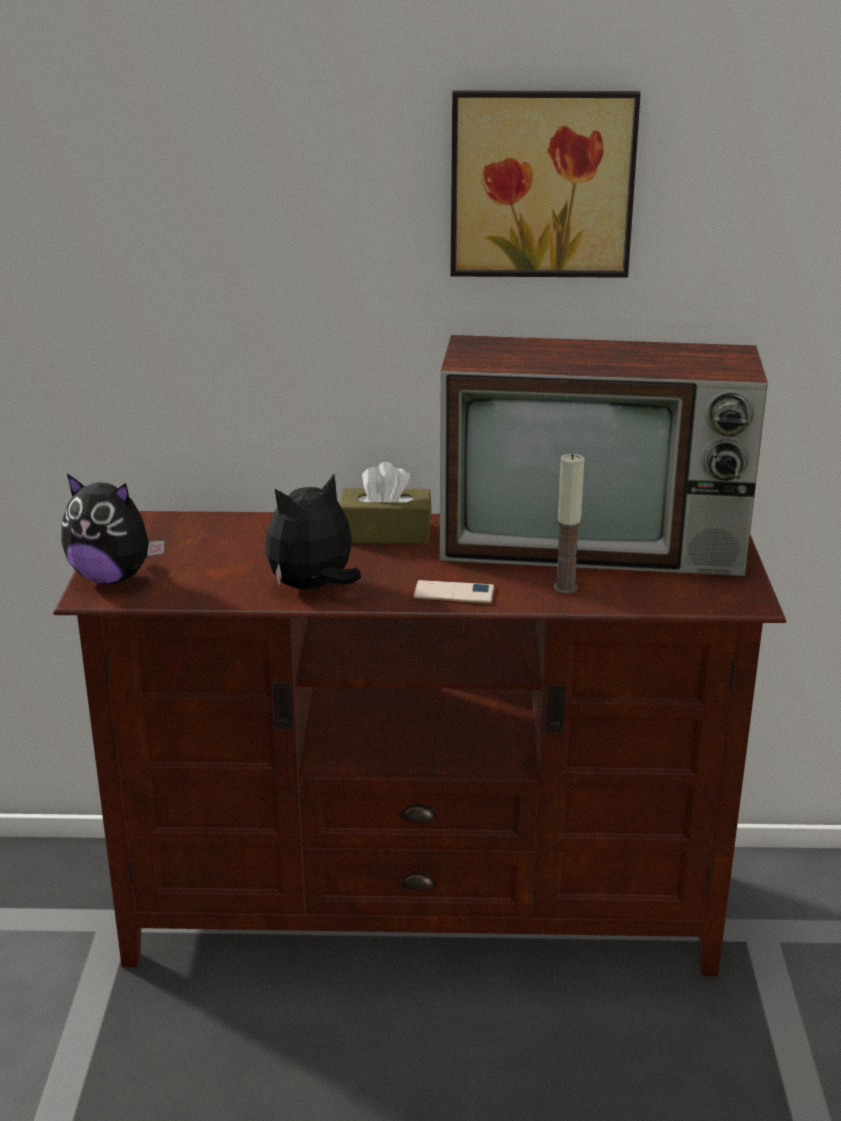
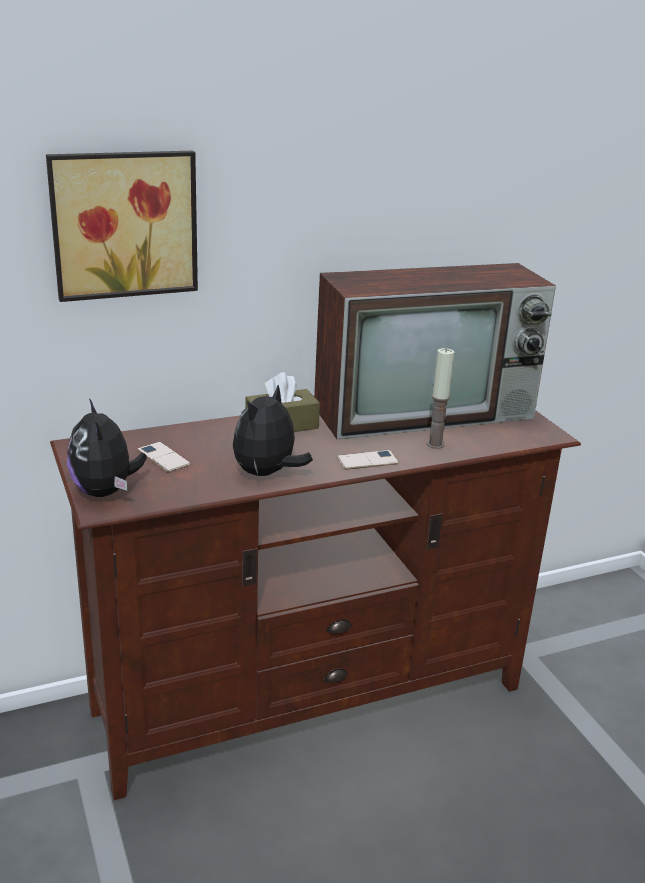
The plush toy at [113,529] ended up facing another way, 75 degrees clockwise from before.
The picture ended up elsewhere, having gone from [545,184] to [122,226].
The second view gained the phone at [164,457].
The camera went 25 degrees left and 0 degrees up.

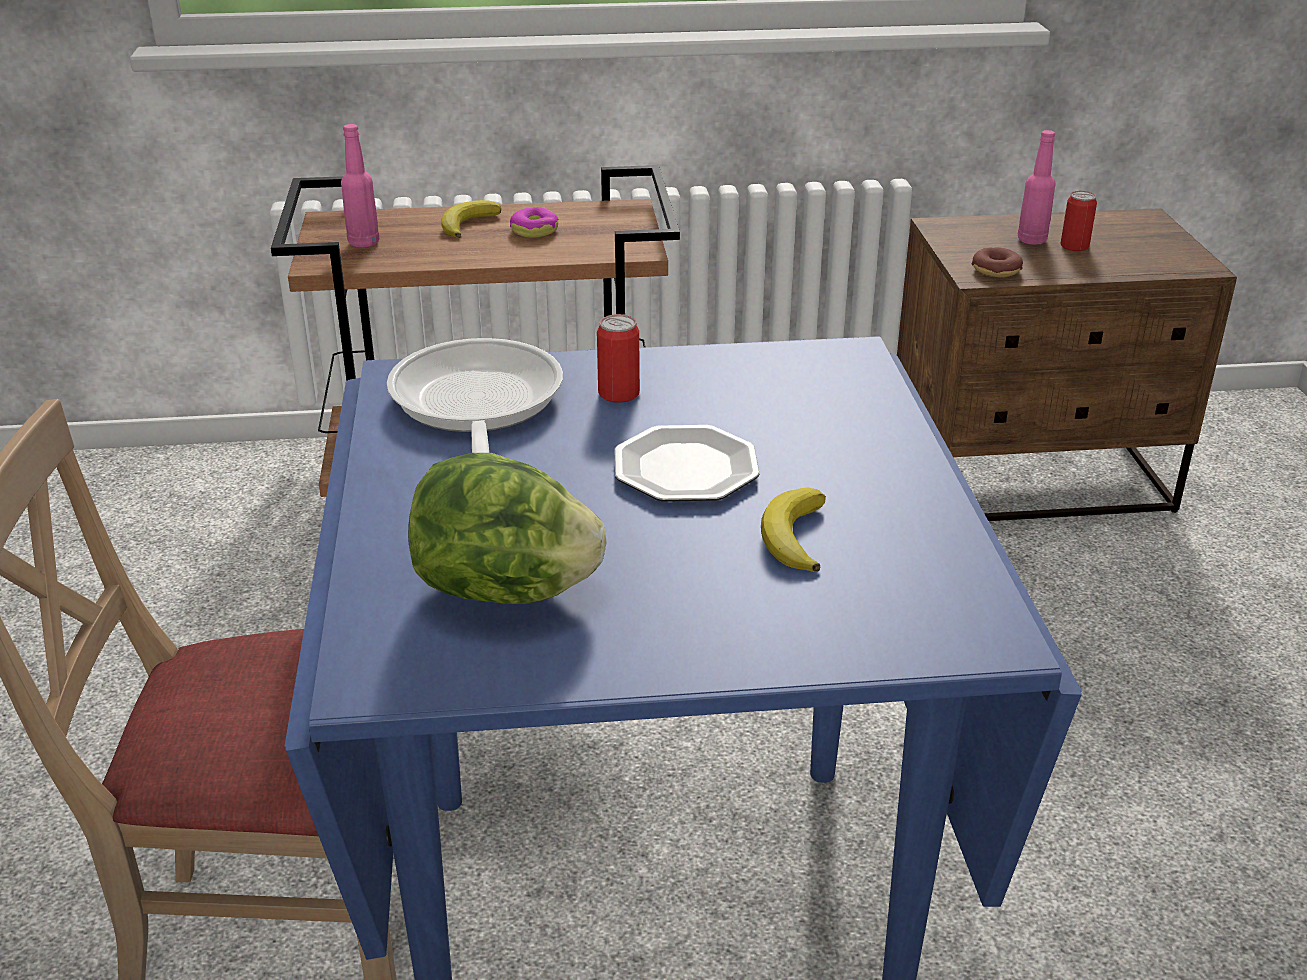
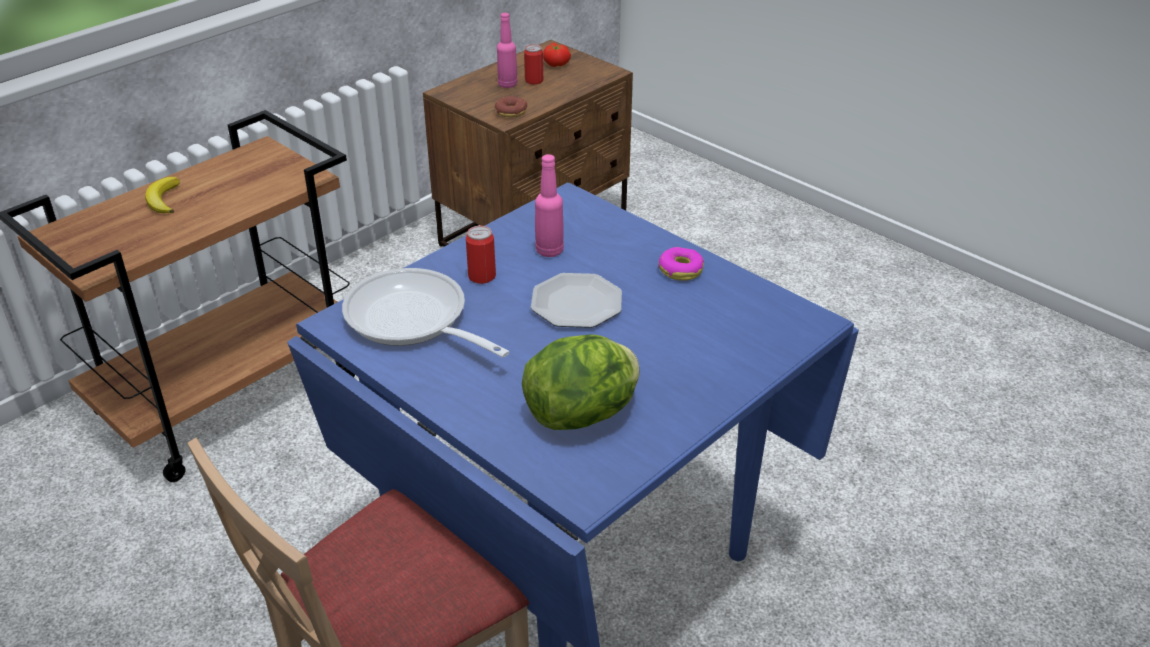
The pink bottle ended up elsewhere, having gone from [360,185] to [549,205].
The donut ended up elsewhere, having gone from [534,222] to [681,264].
The second view lost the banana at [793,530].
The second view gained the tomato at [557,55].
The camera went 40 degrees left and 5 degrees up.

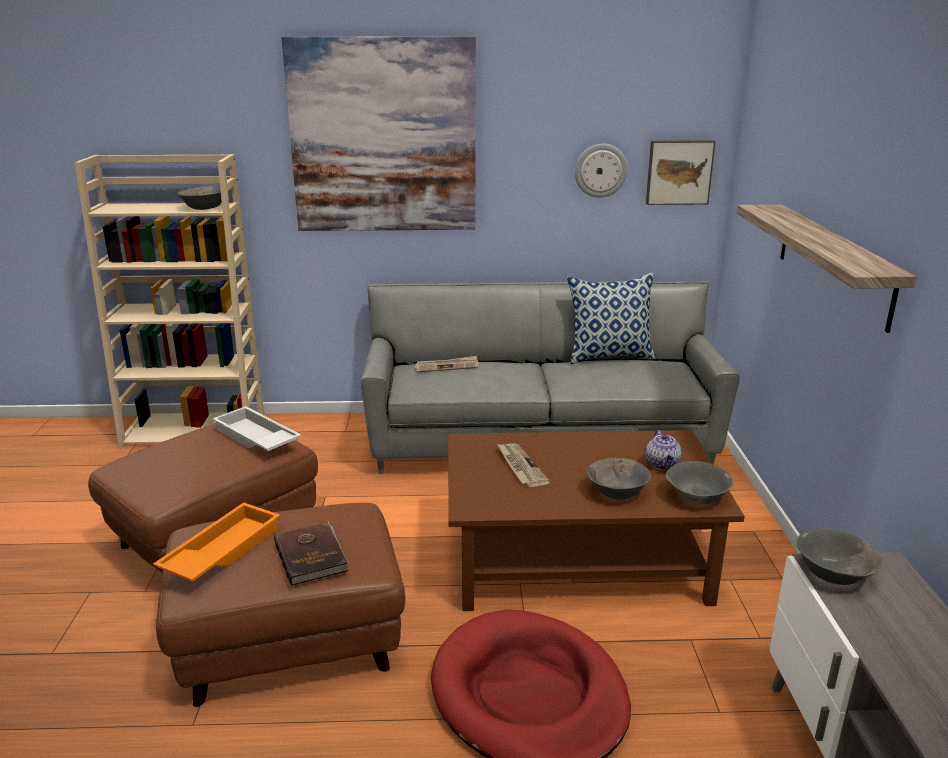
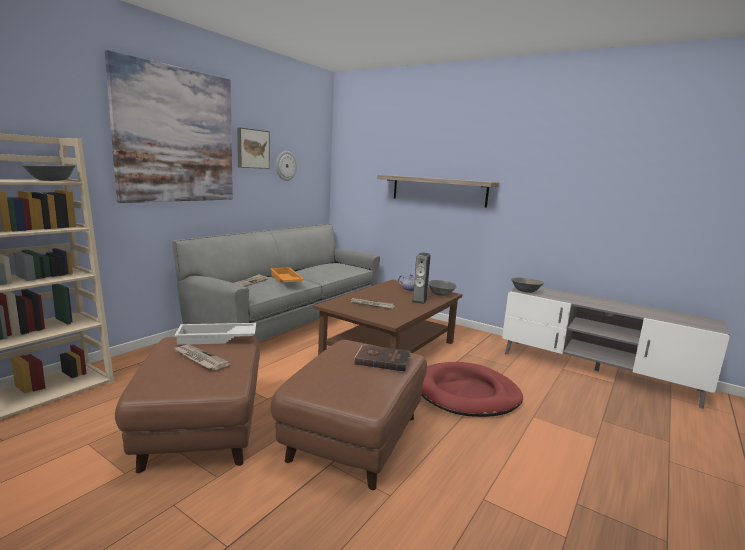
The orange tray ended up elsewhere, having gone from [216,542] to [287,274].
The second view lost the pillow at [611,318].
Where the grey bowl stood at [619,478], the speaker came to stand at [421,278].
The picture ended up elsewhere, having gone from [681,172] to [253,148].
The second view gained the newspaper at [201,357].
The camera went 55 degrees left and 10 degrees down.

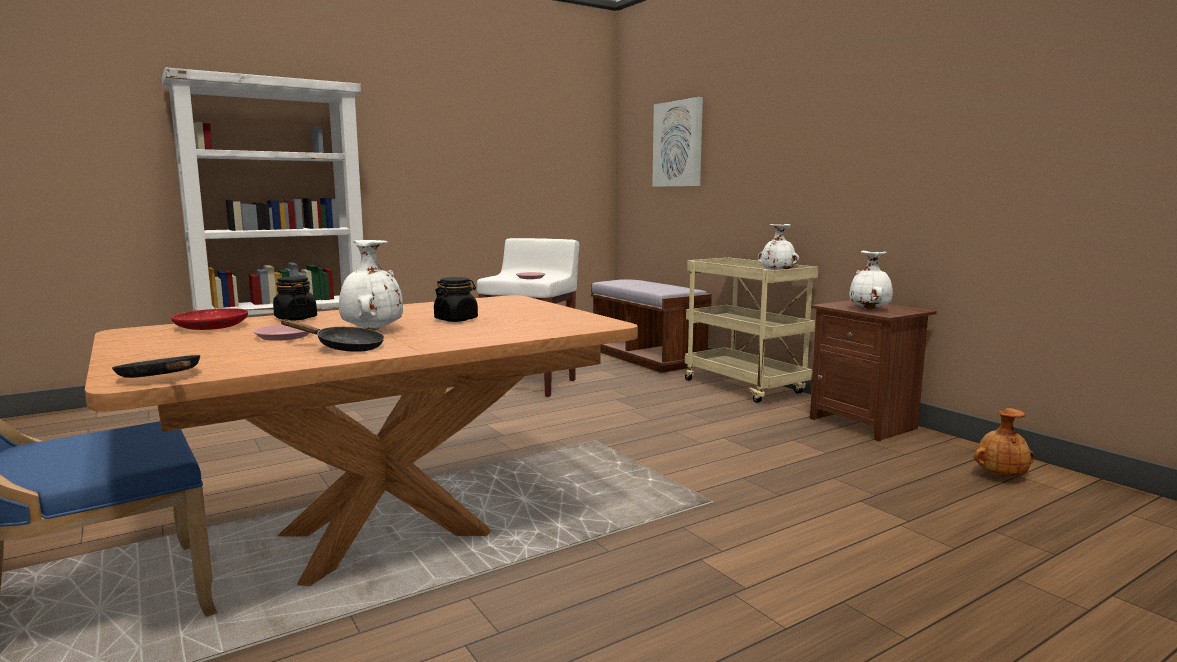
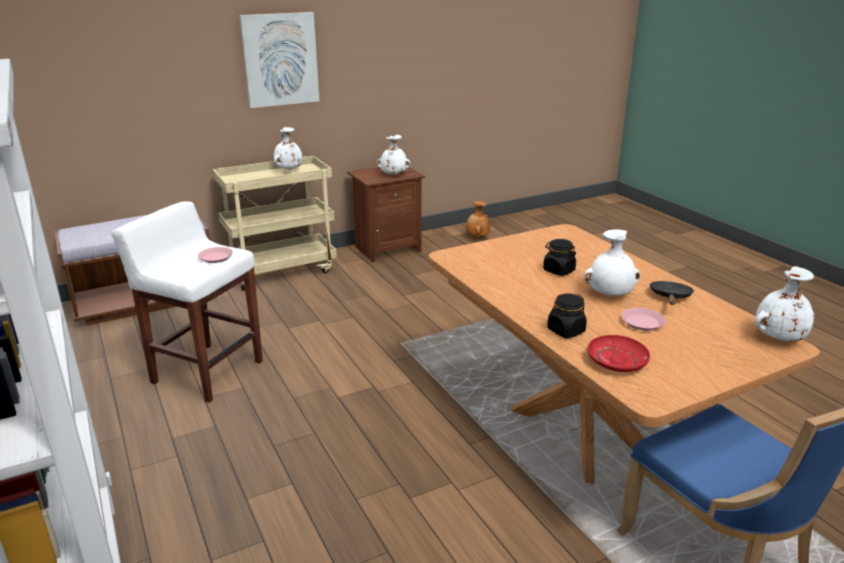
Where the black frying pan stood at [156,366], the white vase came to stand at [785,303].
The picture ended up elsewhere, having gone from [677,142] to [279,60].
The camera went 85 degrees left and 15 degrees up.

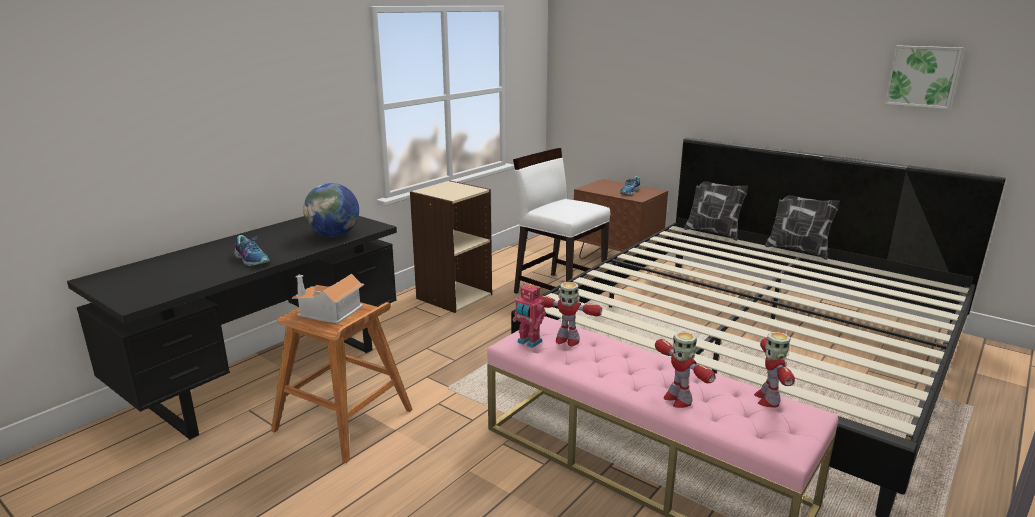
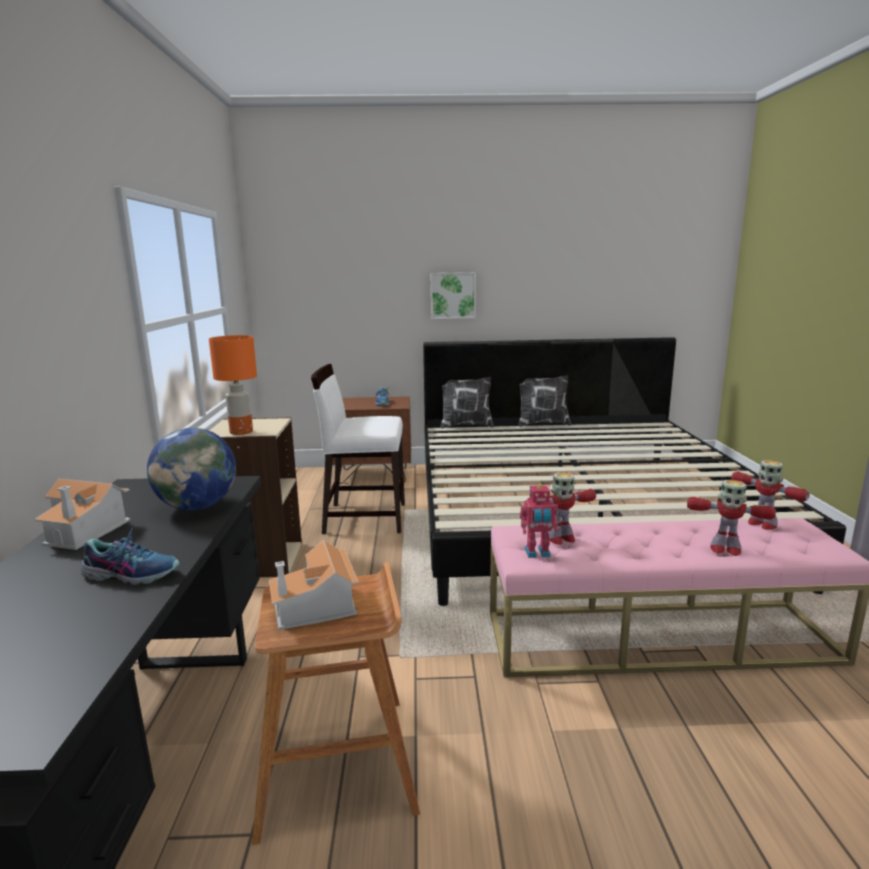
The picture ended up elsewhere, having gone from [923,77] to [453,295].
The second view gained the toy house at [82,514].
The second view gained the orange table lamp at [233,385].
The camera went 40 degrees left and 5 degrees down.

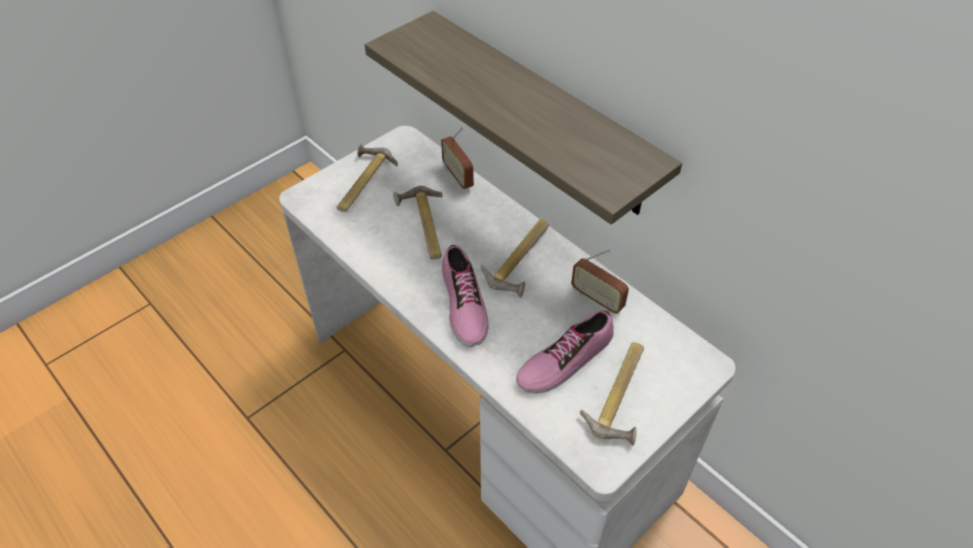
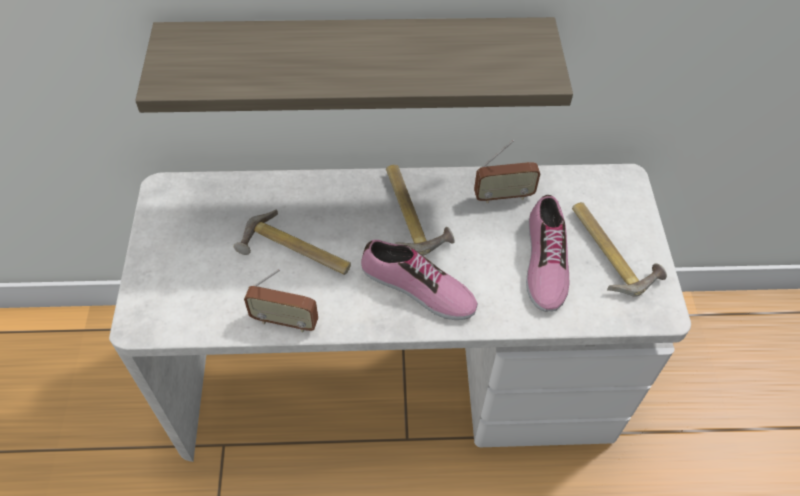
The second view lost the hammer at [367,177].
The radio ended up elsewhere, having gone from [457,158] to [281,301].
The camera went 50 degrees left and 5 degrees up.

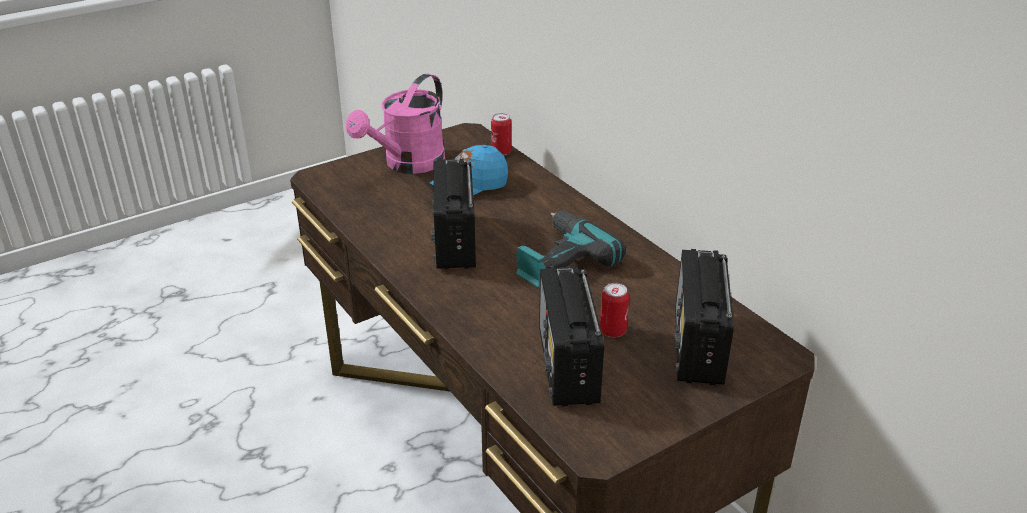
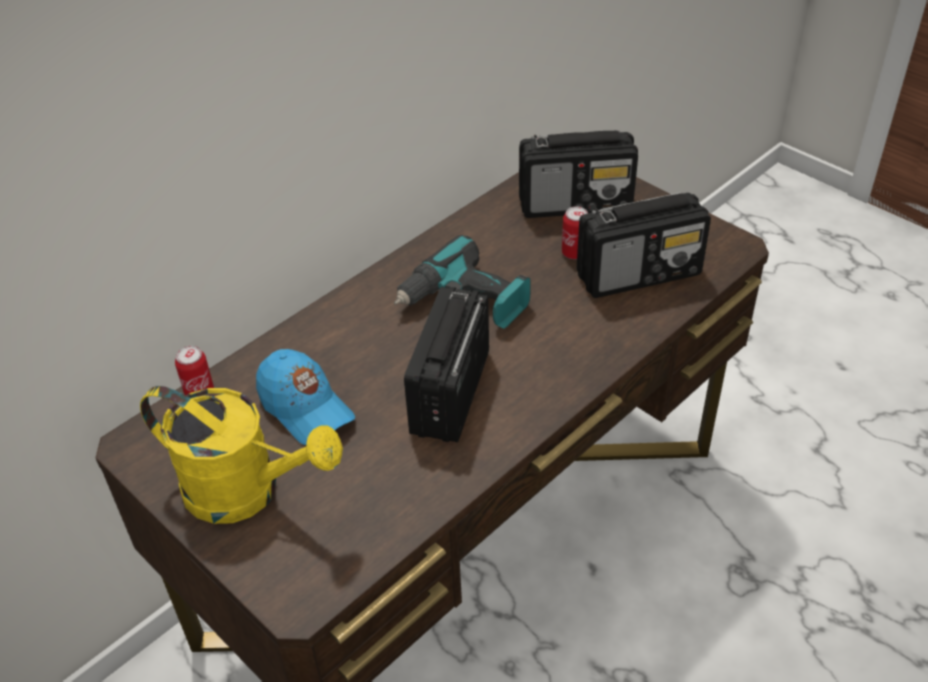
What was the pink watering can at [395,123] turned into the yellow watering can at [241,455].
The radio at [453,214] ended up facing another way, 120 degrees clockwise from before.
The camera went 100 degrees left and 10 degrees up.

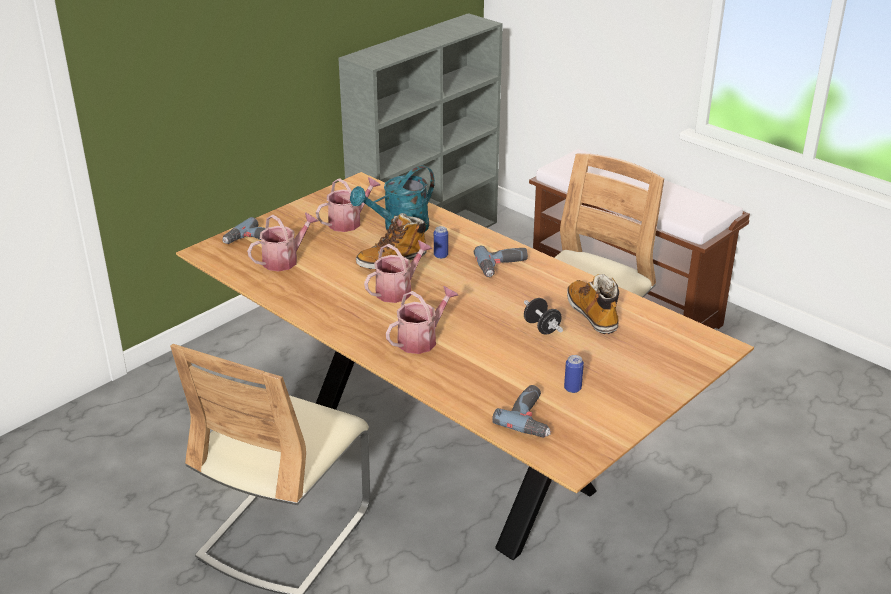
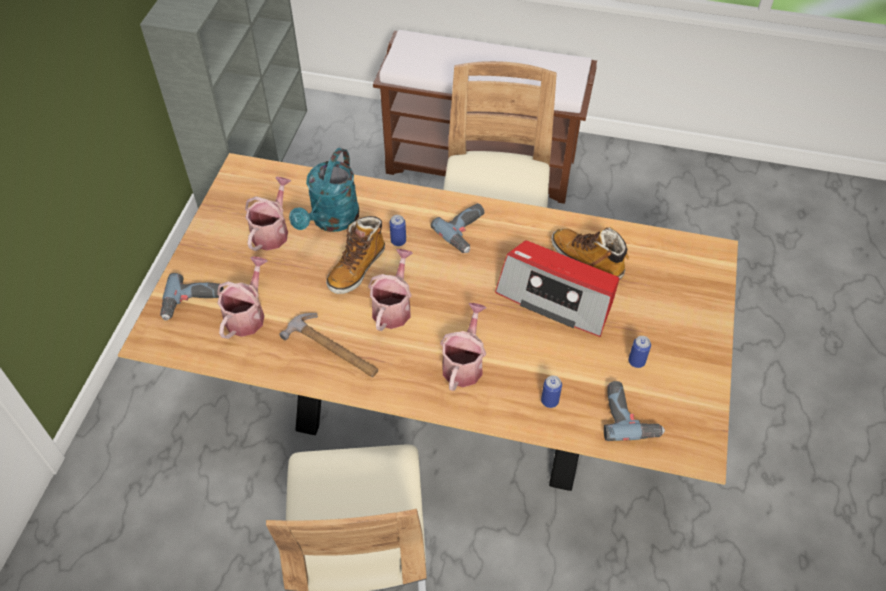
Where the black dumbbell stood at [543,316], the radio came to stand at [557,288].
The second view gained the hammer at [328,345].
The second view gained the can at [551,391].
The camera went 30 degrees left and 20 degrees up.

